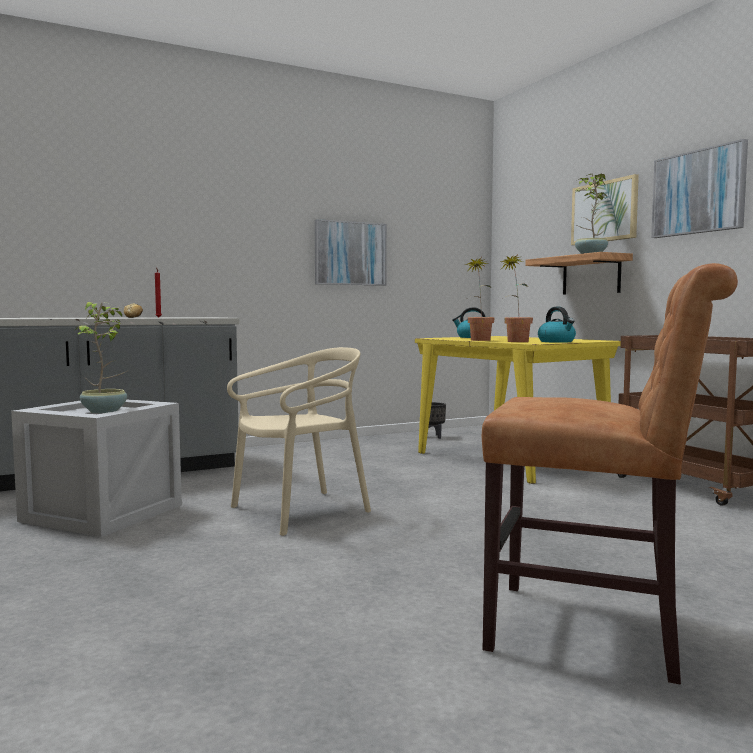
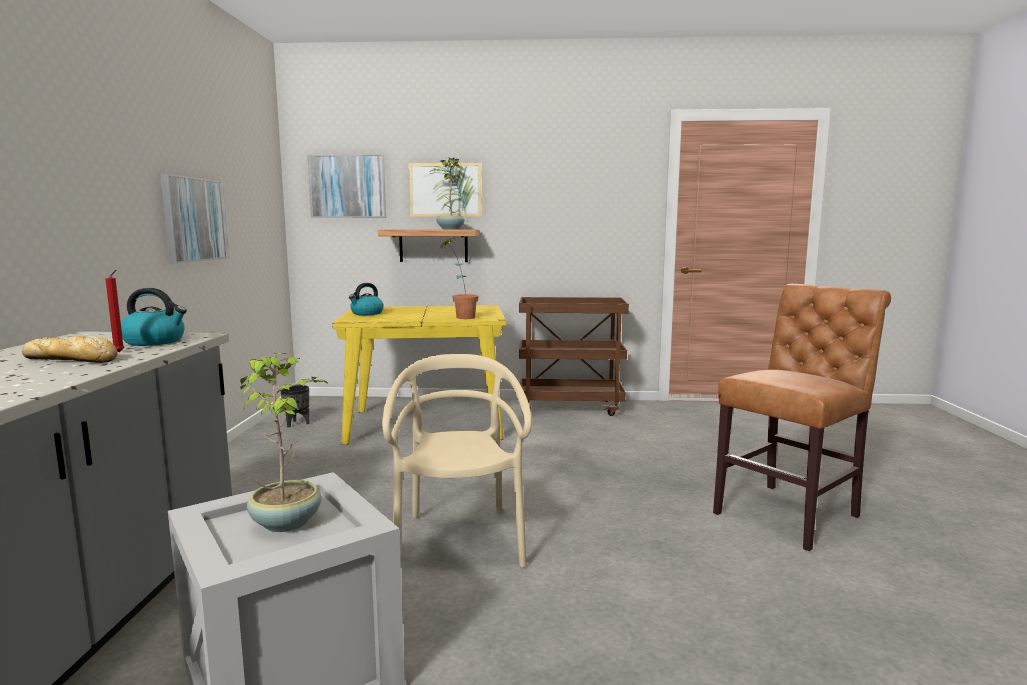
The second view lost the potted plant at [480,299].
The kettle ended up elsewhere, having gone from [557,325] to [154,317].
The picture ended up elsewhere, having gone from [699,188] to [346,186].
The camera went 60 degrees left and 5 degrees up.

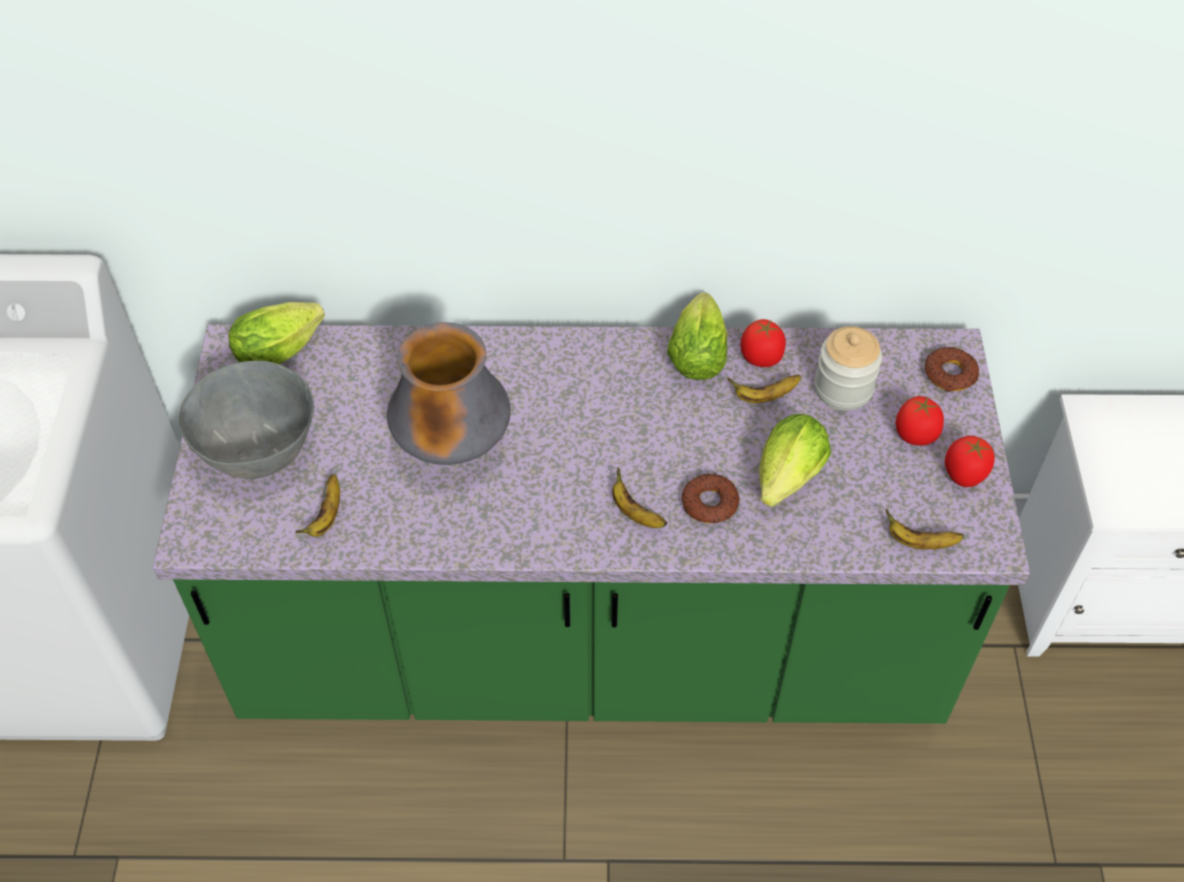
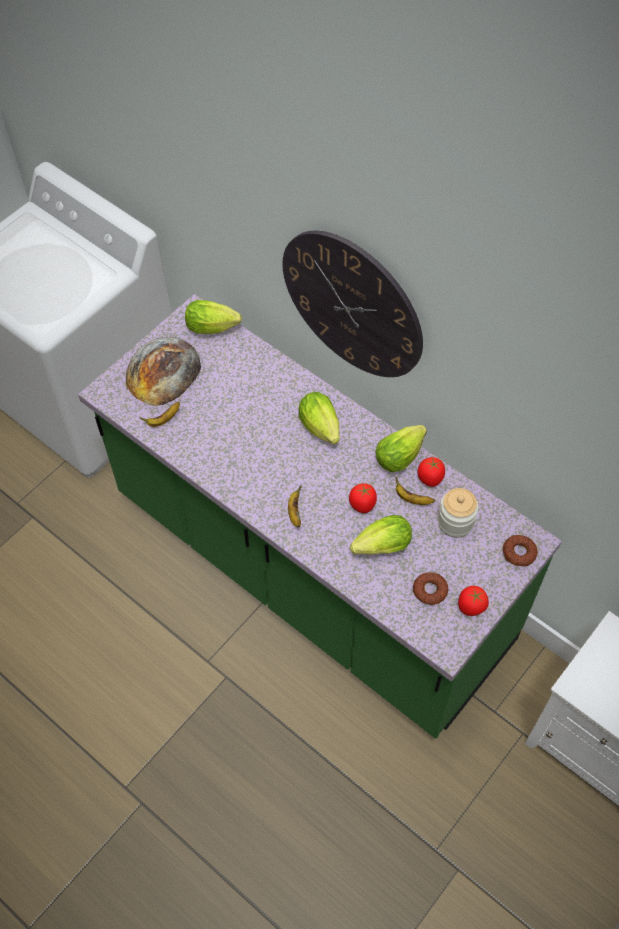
Where the grey bowl stood at [246,420], the bread came to stand at [163,371].
The second view lost the vase at [449,393].
The donut ended up elsewhere, having gone from [711,498] to [430,588].
The second view lost the banana at [924,529].
The tomato ended up elsewhere, having gone from [920,421] to [363,498].
The second view gained the wall clock at [352,304].
The second view gained the lettuce at [319,418].
The camera went 40 degrees right and 5 degrees up.

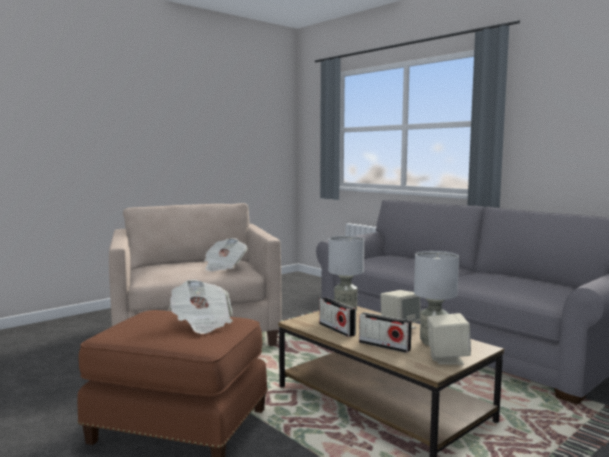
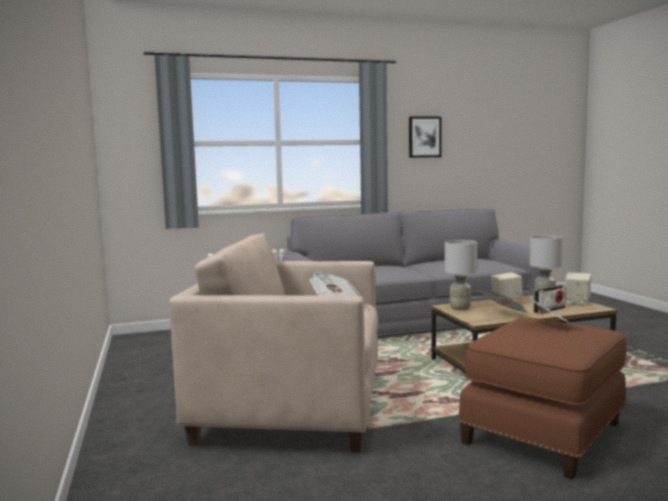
Where the radio stood at [337,317], the newspaper came to stand at [503,301].
The second view gained the picture at [425,137].
The camera went 65 degrees left and 0 degrees up.

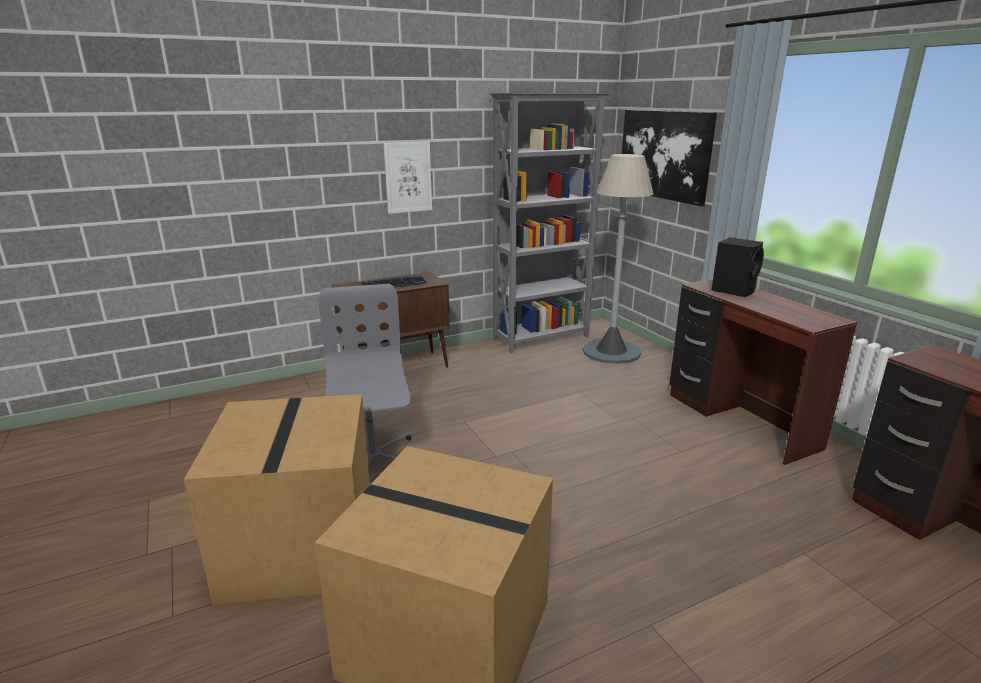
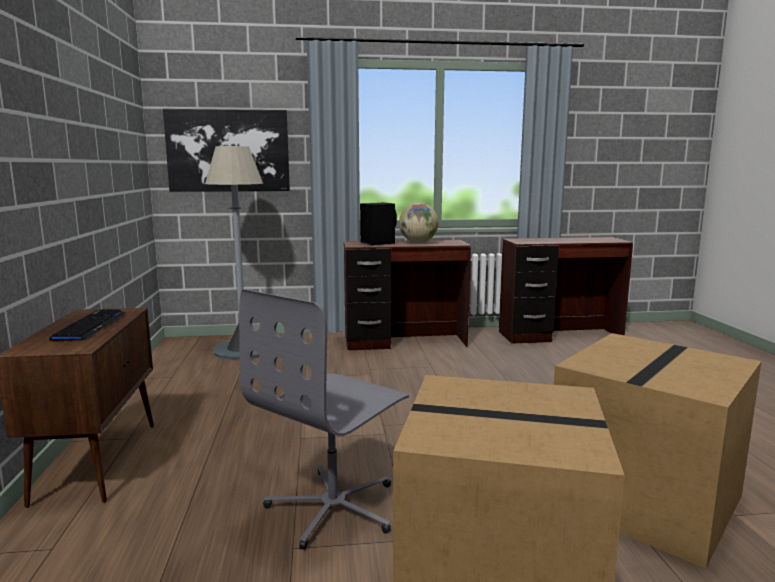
The grey office chair at [365,375] ended up facing another way, 60 degrees counterclockwise from before.
The second view lost the picture at [407,178].
The second view lost the grey bookcase at [550,223].
The second view gained the globe at [419,223].
The camera went 70 degrees left and 10 degrees down.

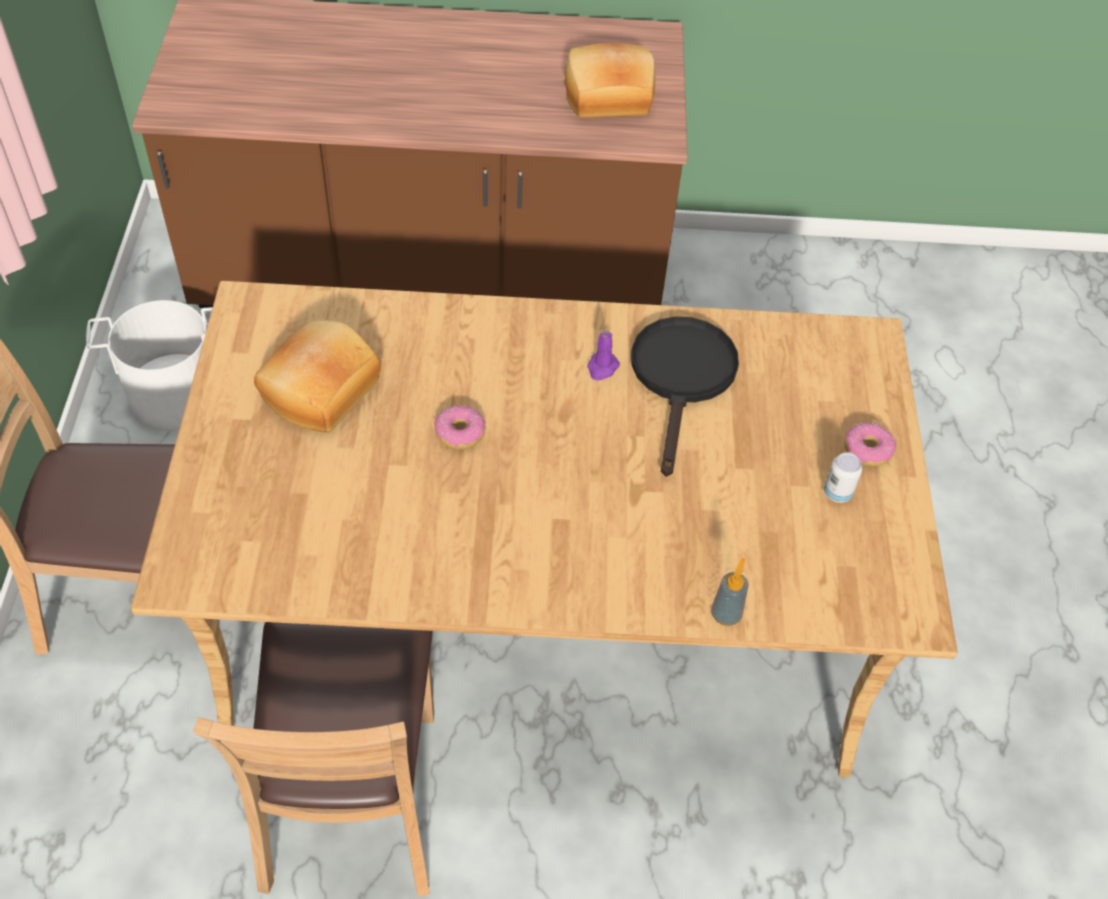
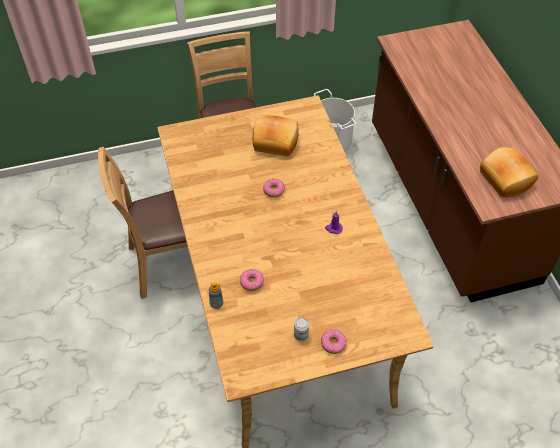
The second view lost the black frying pan at [685,397].
The second view gained the donut at [252,280].
The camera went 75 degrees right and 0 degrees up.

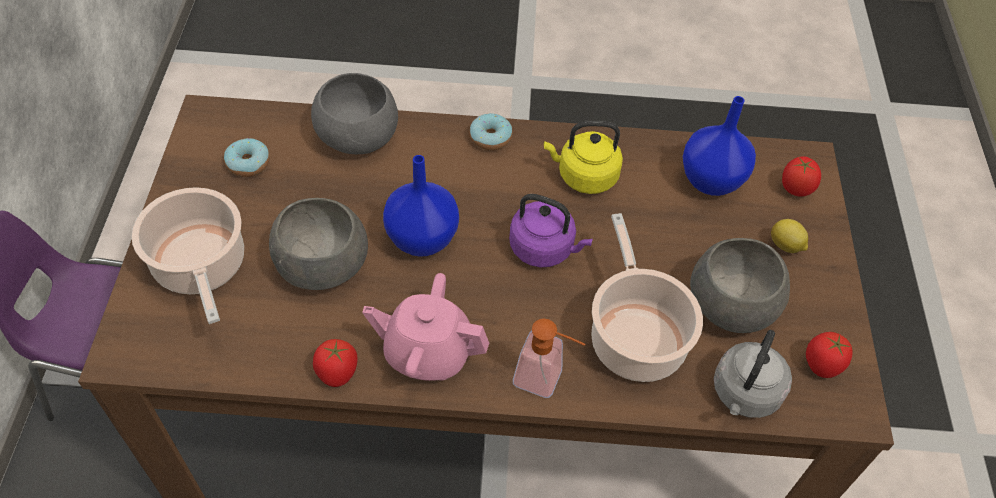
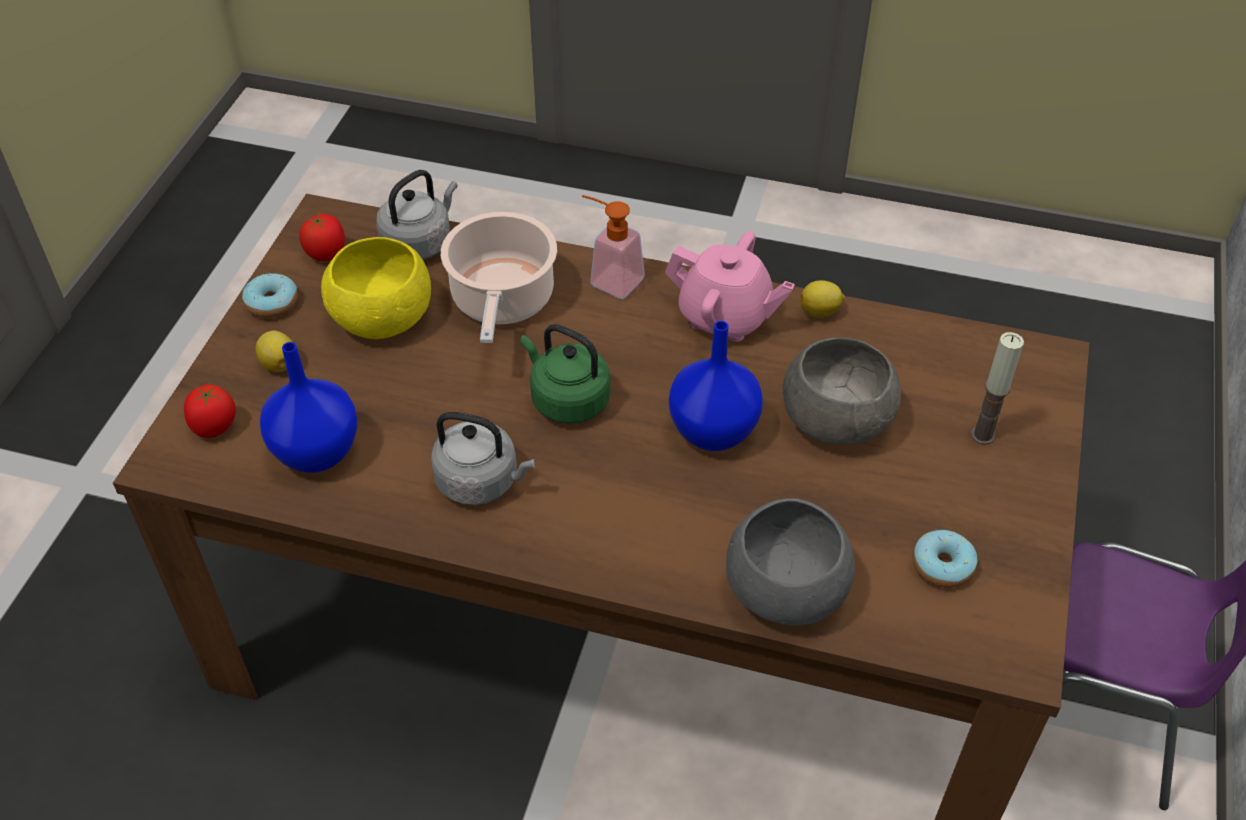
Where the cooking pot stood at [188,255], the candle came to stand at [997,388].
Where the tomato stood at [335,363], the lemon came to stand at [822,298].
The donut ended up elsewhere, having gone from [490,132] to [270,295].
What was the purple kettle at [551,230] turned into the green kettle at [565,374].
What was the yellow kettle at [583,157] turned into the grey kettle at [483,458].
What was the grey bowl at [740,285] turned into the yellow bowl at [376,288].
The camera went 165 degrees left and 5 degrees down.

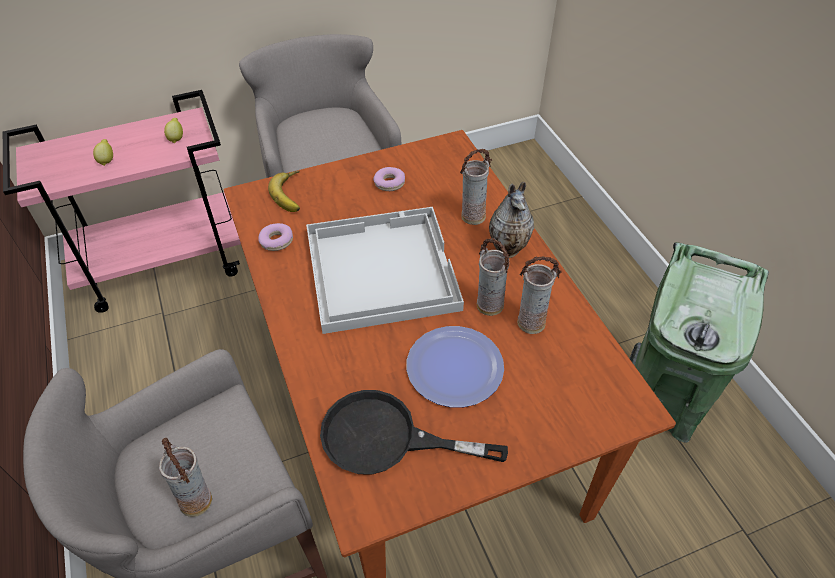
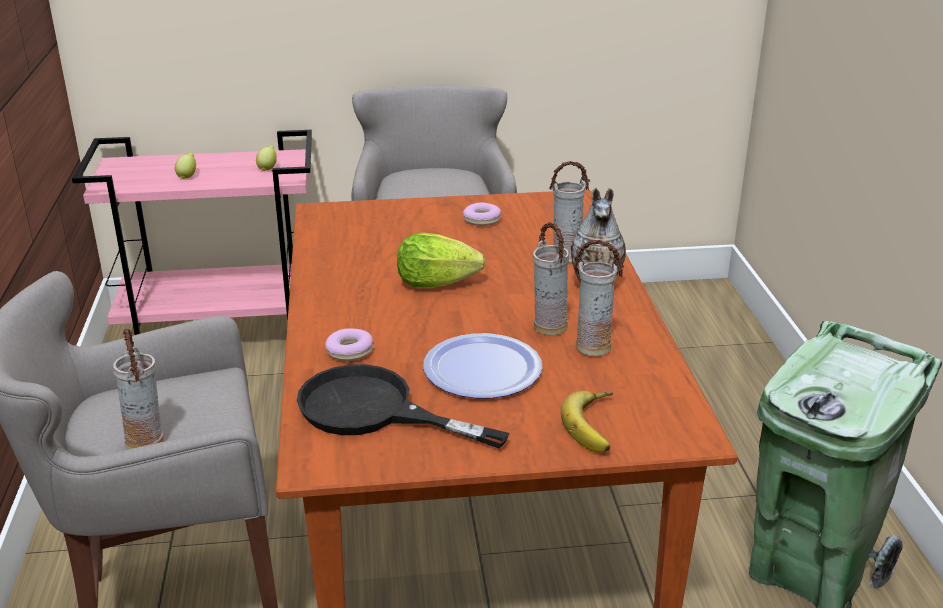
The donut ended up elsewhere, having gone from [275,237] to [349,344].
The banana ended up elsewhere, having gone from [284,191] to [587,421].
Where the white tray stood at [385,270], the lettuce came to stand at [441,260].
The camera went 15 degrees right and 20 degrees down.

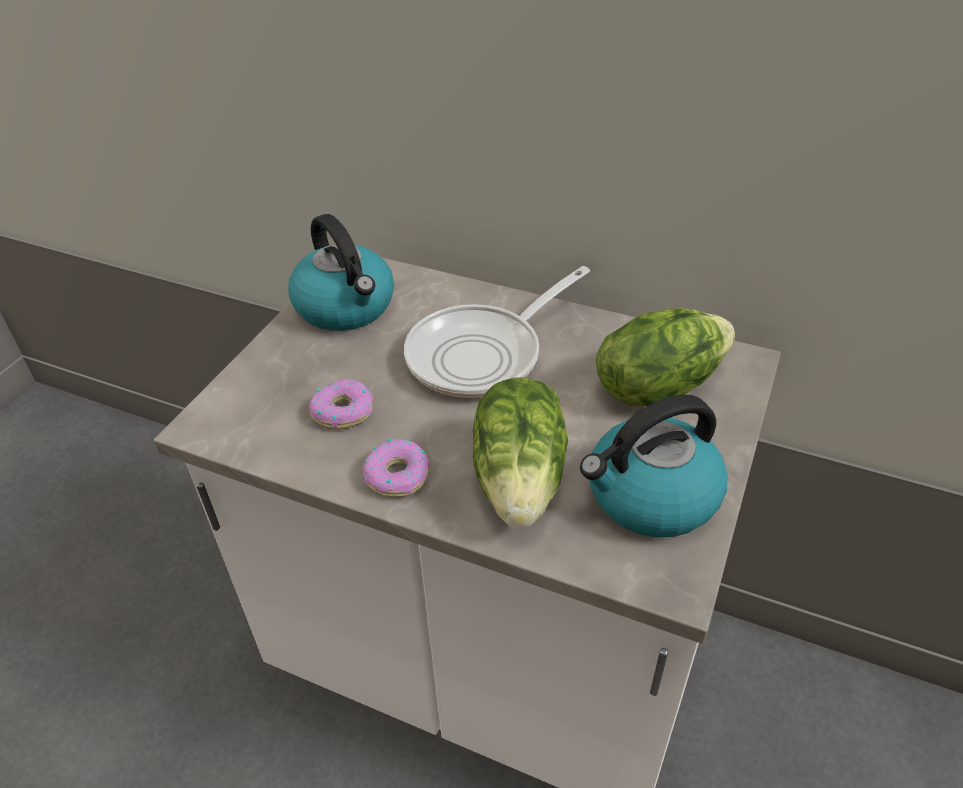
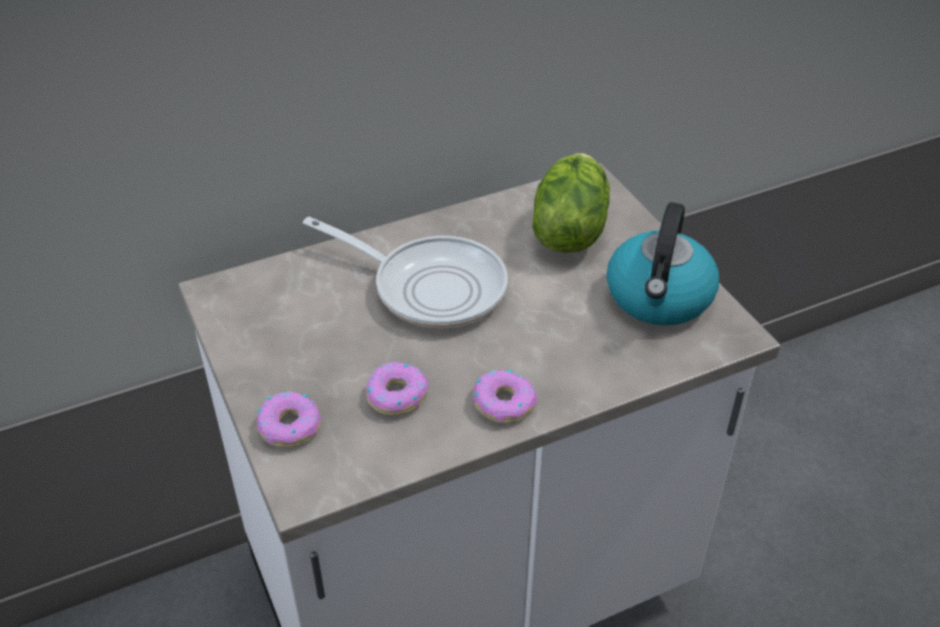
The second view lost the kettle at [341,272].
The frying pan at [497,332] ended up facing another way, 60 degrees counterclockwise from before.
The second view lost the lettuce at [520,453].
The second view gained the donut at [289,419].
The camera went 50 degrees left and 0 degrees up.

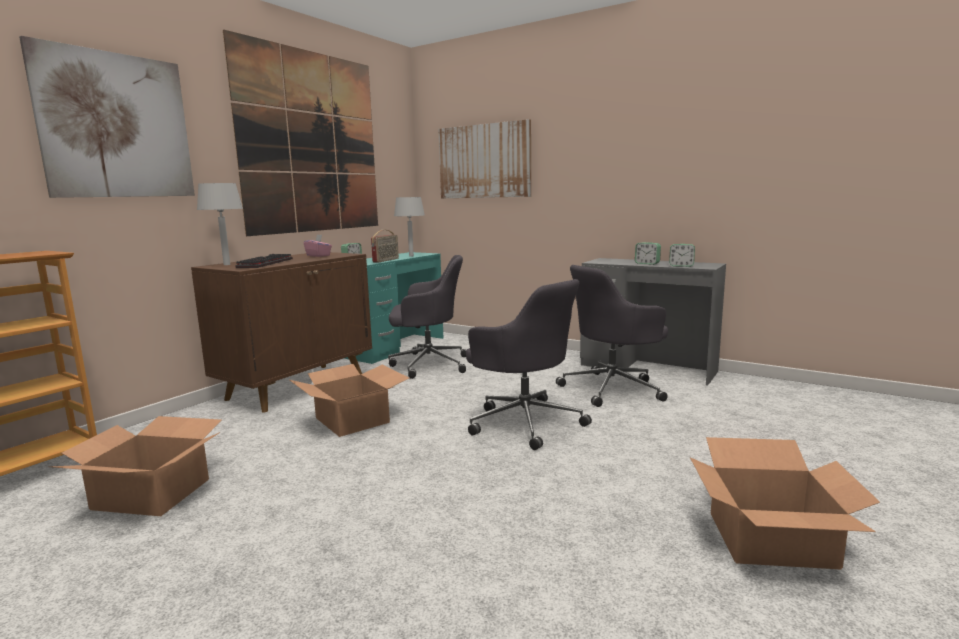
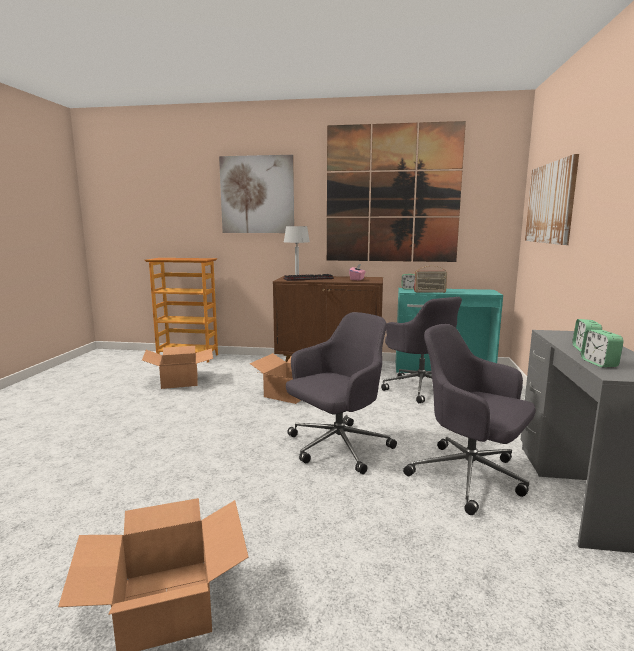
The second view lost the grey table lamp at [409,227].
The grey office chair at [529,364] ended up facing another way, 150 degrees counterclockwise from before.
The camera went 65 degrees right and 0 degrees up.

